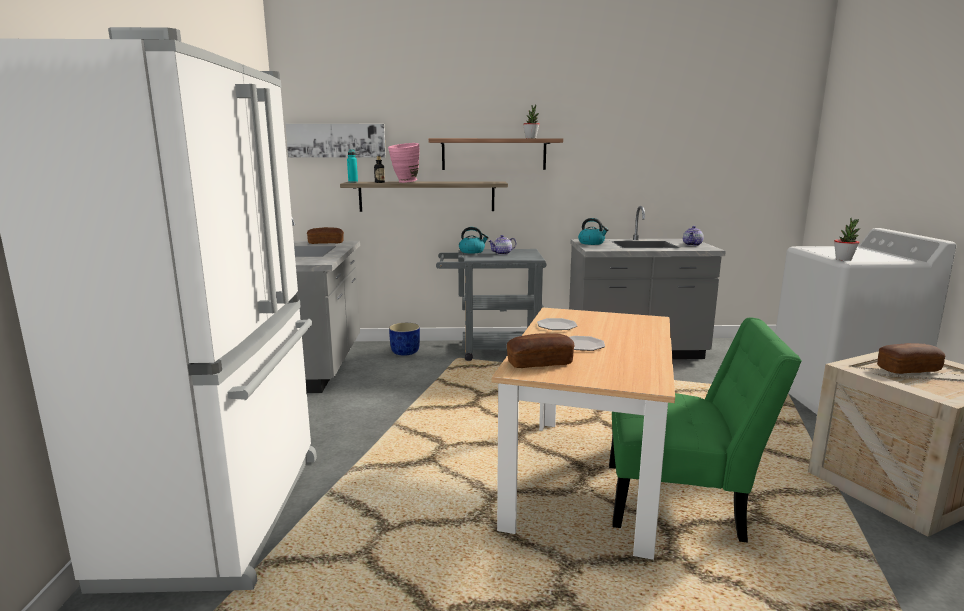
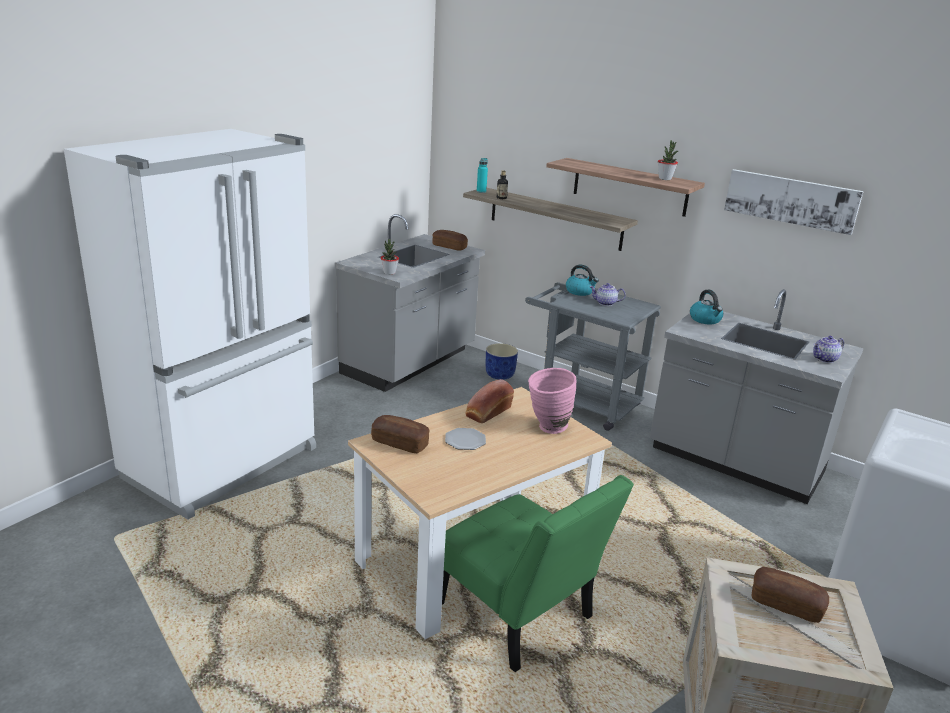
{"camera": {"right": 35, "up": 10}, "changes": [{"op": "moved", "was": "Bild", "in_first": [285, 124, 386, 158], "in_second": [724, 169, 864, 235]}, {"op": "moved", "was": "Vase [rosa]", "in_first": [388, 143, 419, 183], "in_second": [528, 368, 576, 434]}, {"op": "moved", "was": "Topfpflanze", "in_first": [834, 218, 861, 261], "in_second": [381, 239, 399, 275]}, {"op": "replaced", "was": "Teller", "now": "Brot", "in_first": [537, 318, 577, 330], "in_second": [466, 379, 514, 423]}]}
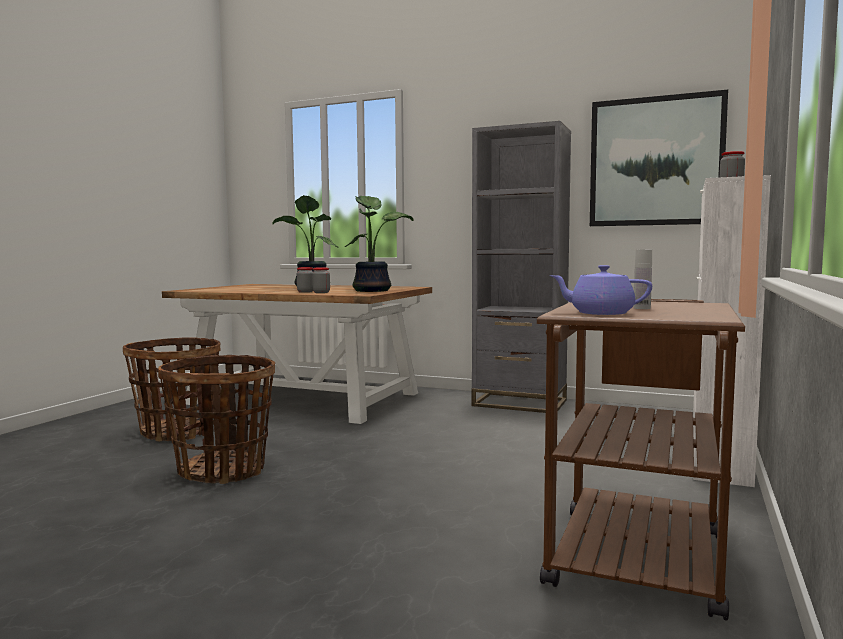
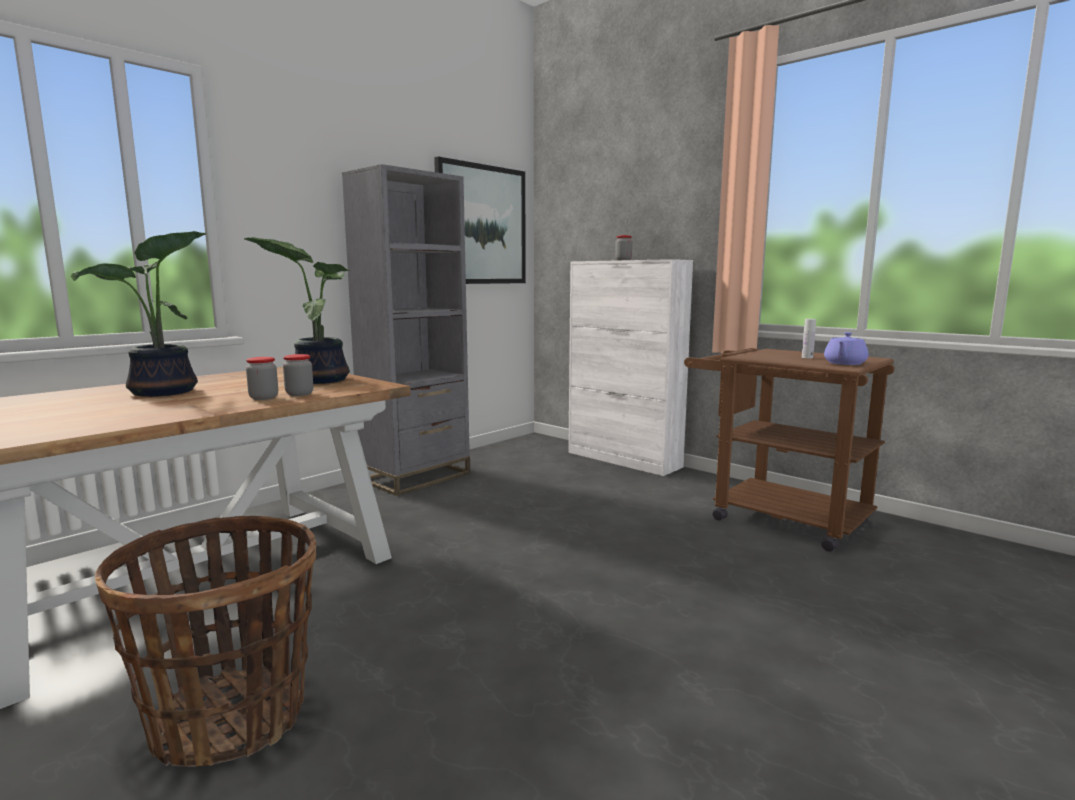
{"camera": {"right": -70, "up": 5}, "changes": [{"op": "removed", "was": "Korb", "in_first": [158, 355, 275, 484]}]}
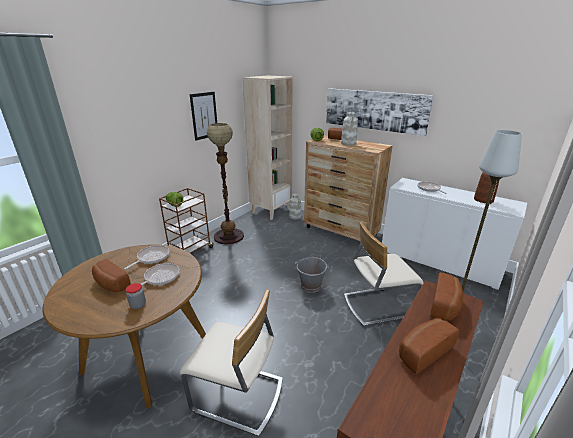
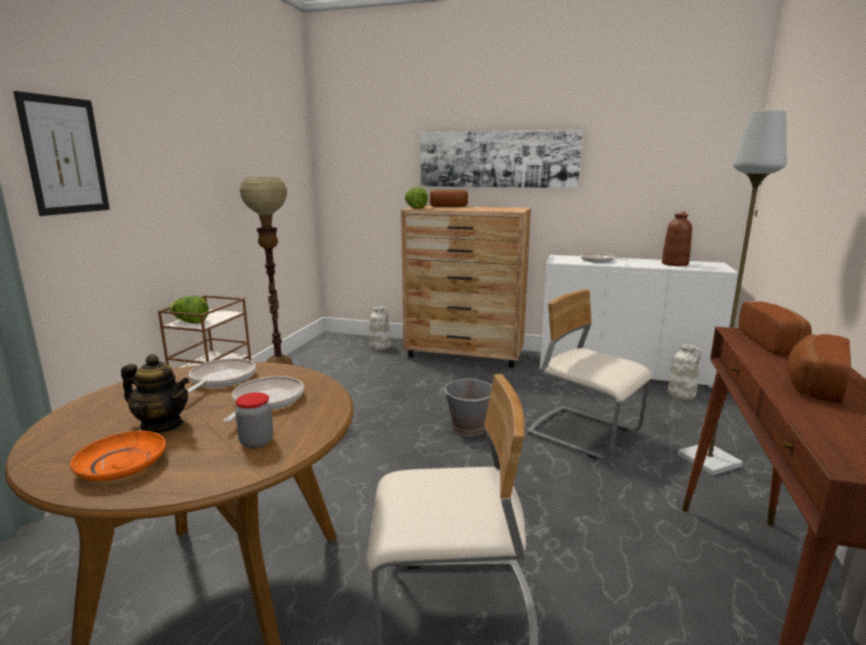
{"camera": {"right": -20, "up": -10}, "changes": [{"op": "removed", "was": "Bücherregal [beige]", "in_first": [243, 75, 293, 220]}, {"op": "added", "now": "Teller [orange]", "in_second": [70, 431, 166, 481]}, {"op": "moved", "was": "Bild", "in_first": [190, 92, 217, 141], "in_second": [13, 91, 110, 216]}, {"op": "moved", "was": "Vase [weiß]", "in_first": [341, 112, 358, 146], "in_second": [667, 344, 701, 400]}, {"op": "replaced", "was": "Brot", "now": "Teekanne", "in_first": [92, 259, 131, 293], "in_second": [121, 354, 190, 433]}, {"op": "turned", "was": "Stuhl [beige]", "in_first": [344, 222, 424, 327], "in_second": [527, 289, 652, 460], "clockwise": 75}]}
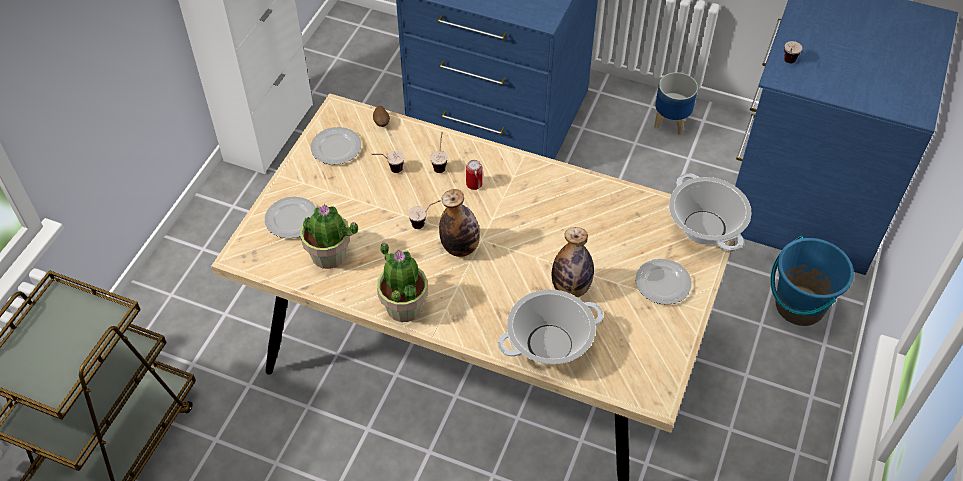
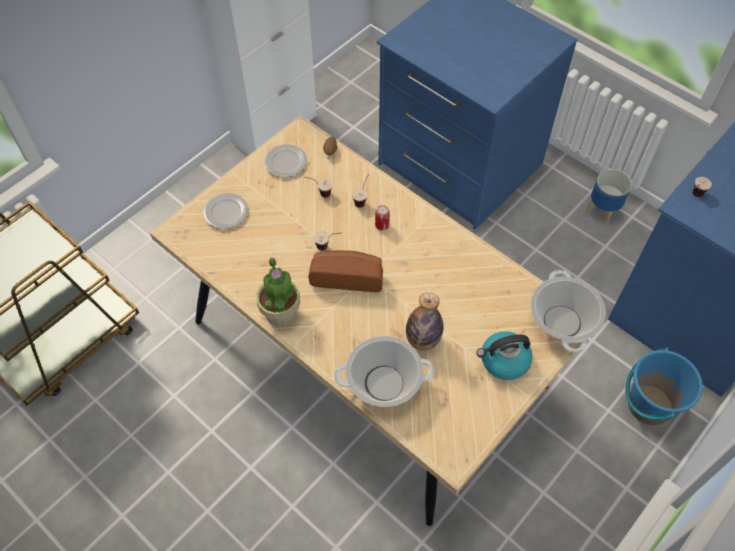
{"camera": {"right": 20, "up": 5}, "changes": [{"op": "removed", "was": "Topfpflanze", "in_first": [300, 204, 358, 269]}, {"op": "replaced", "was": "Flasche", "now": "Brot", "in_first": [439, 189, 480, 257], "in_second": [308, 250, 383, 292]}, {"op": "replaced", "was": "Teller", "now": "Wasserkessel", "in_first": [636, 259, 692, 305], "in_second": [477, 331, 533, 380]}]}
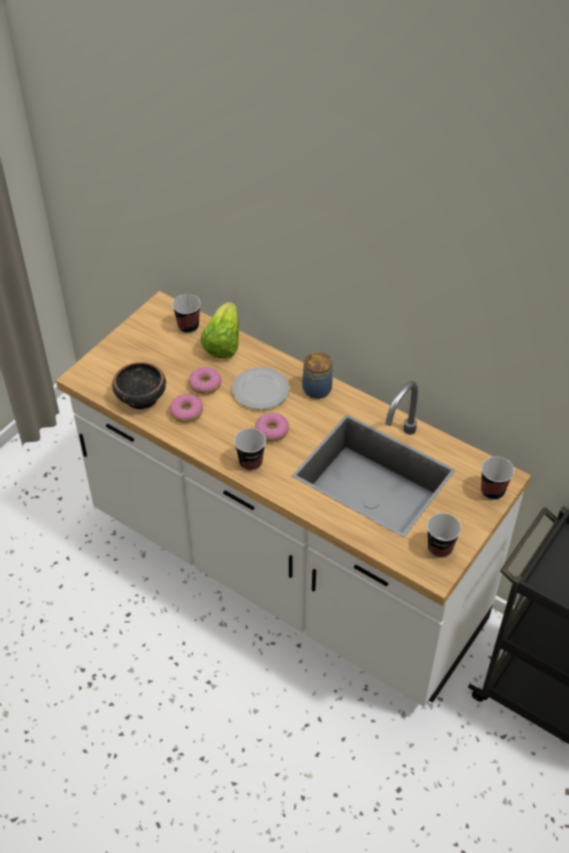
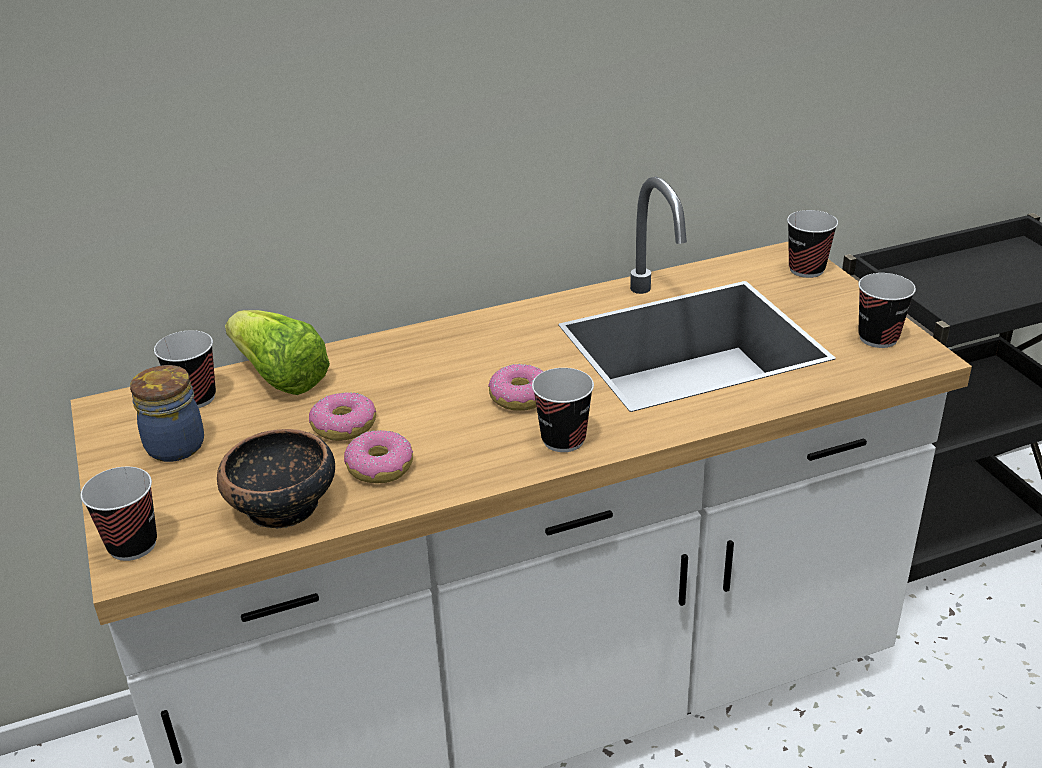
{"camera": {"right": -55, "up": -15}, "changes": [{"op": "removed", "was": "Teller", "in_first": [232, 367, 290, 410]}, {"op": "added", "now": "Tasse", "in_second": [81, 467, 157, 561]}, {"op": "moved", "was": "Vorratsglas", "in_first": [302, 352, 333, 399], "in_second": [130, 365, 204, 462]}]}
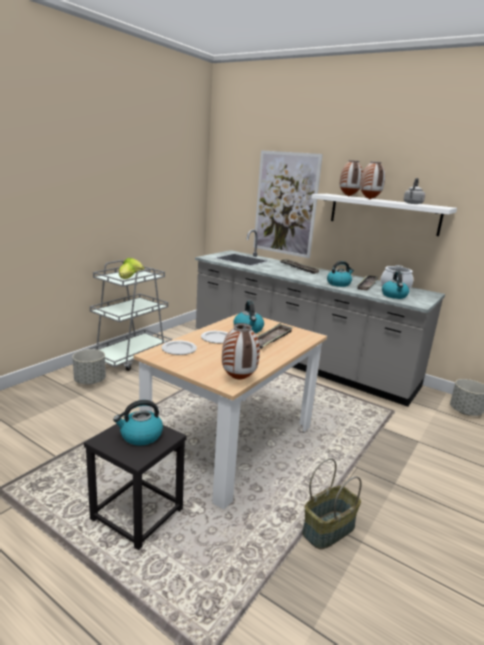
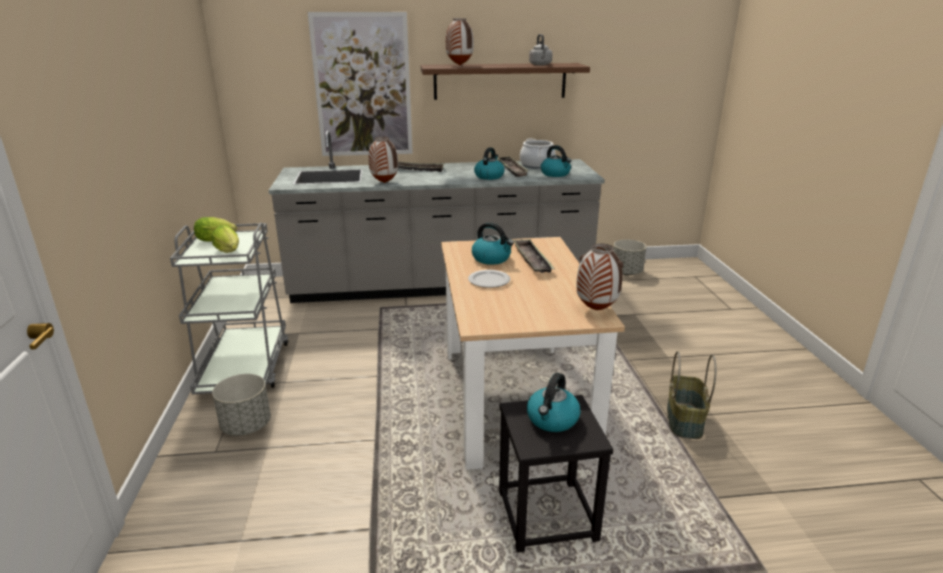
{"camera": {"right": -40, "up": 5}, "changes": [{"op": "removed", "was": "Teller", "in_first": [161, 340, 197, 355]}, {"op": "moved", "was": "Vase", "in_first": [360, 161, 385, 200], "in_second": [368, 137, 398, 183]}, {"op": "recoloured", "was": "Wandregal [weiß]", "now": "Wandregal [braun]", "in_first": [312, 194, 457, 236], "in_second": [421, 63, 590, 100]}]}
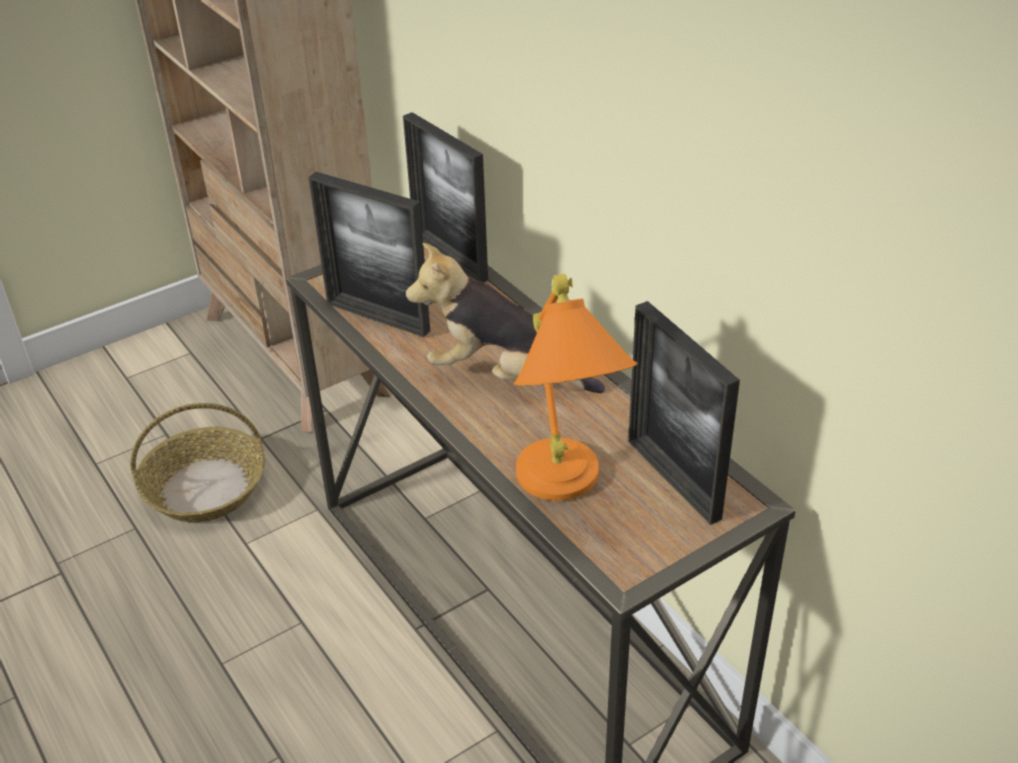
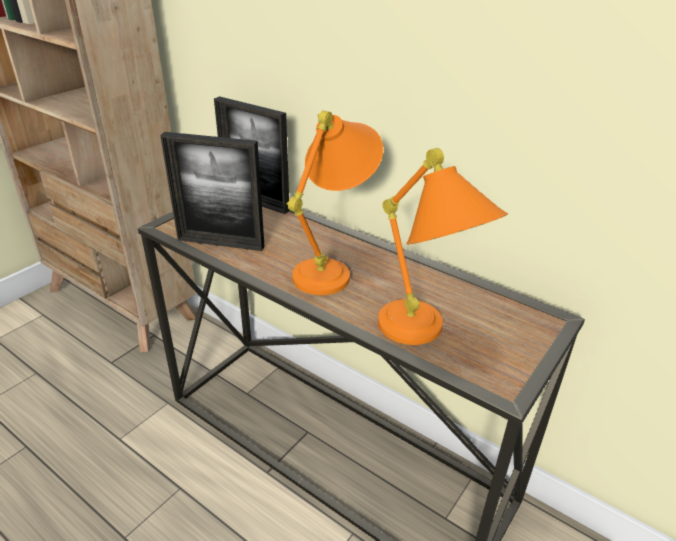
{"camera": {"right": -20, "up": -5}, "changes": [{"op": "removed", "was": "Korb", "in_first": [130, 403, 265, 522]}, {"op": "removed", "was": "Bilderrahmen", "in_first": [628, 301, 740, 525]}, {"op": "replaced", "was": "Plüschtier", "now": "Tischlampe [orange]", "in_first": [406, 243, 605, 393], "in_second": [287, 110, 383, 295]}]}
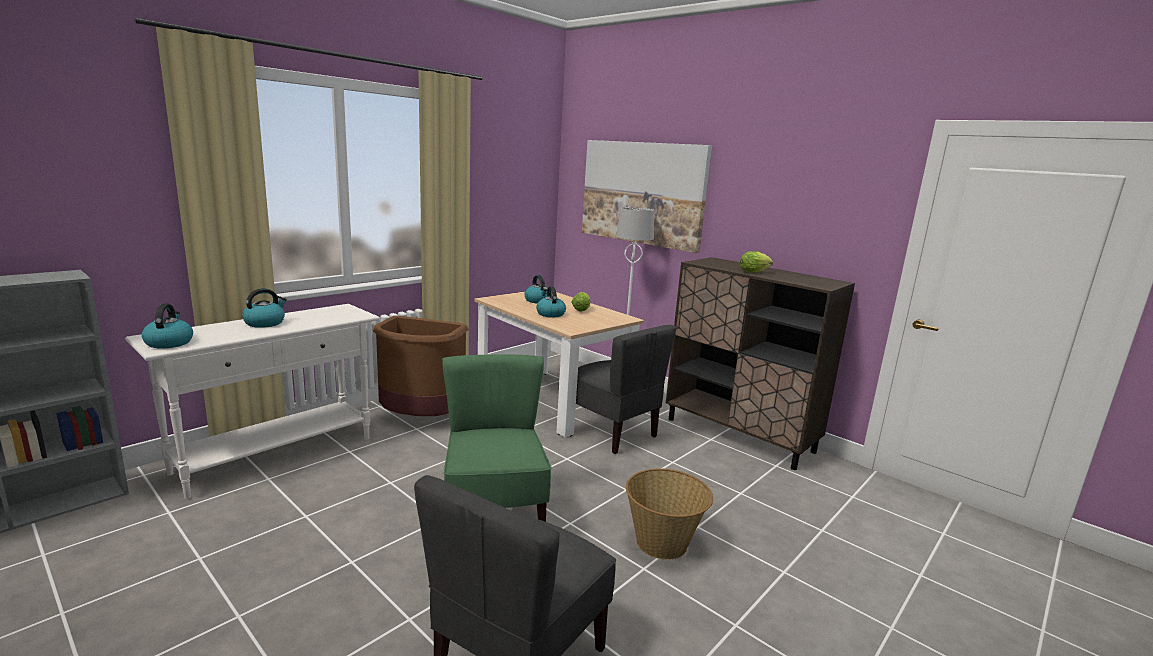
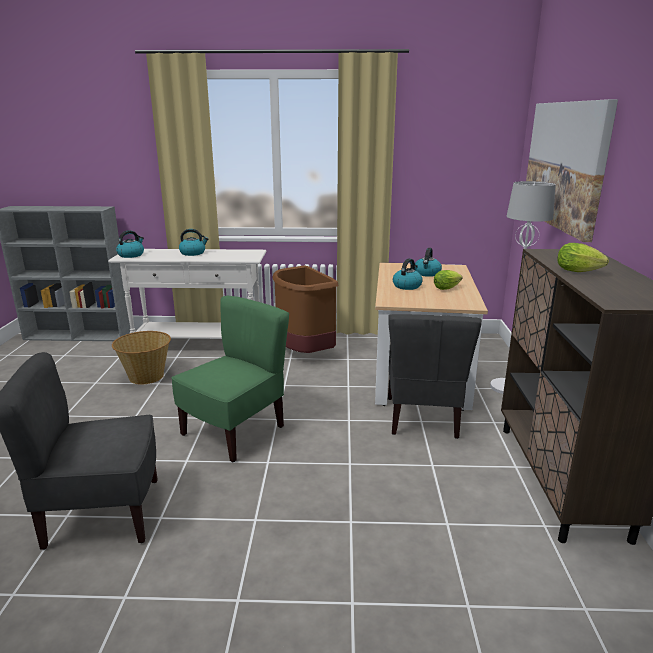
{"camera": {"right": 50, "up": 5}, "changes": [{"op": "moved", "was": "Korb", "in_first": [626, 468, 713, 560], "in_second": [112, 331, 171, 385]}]}
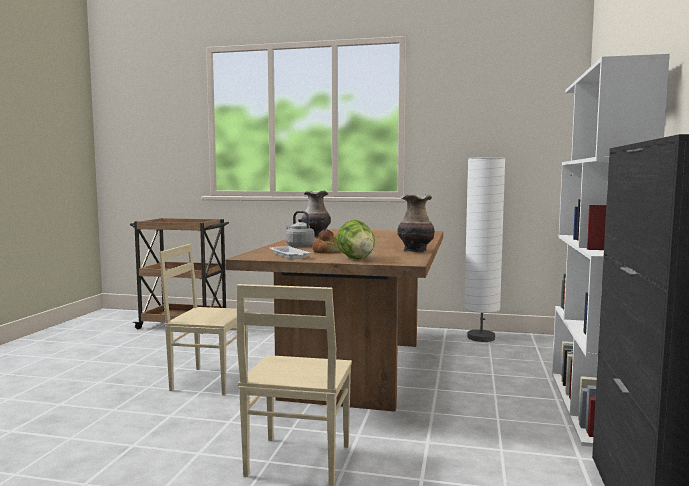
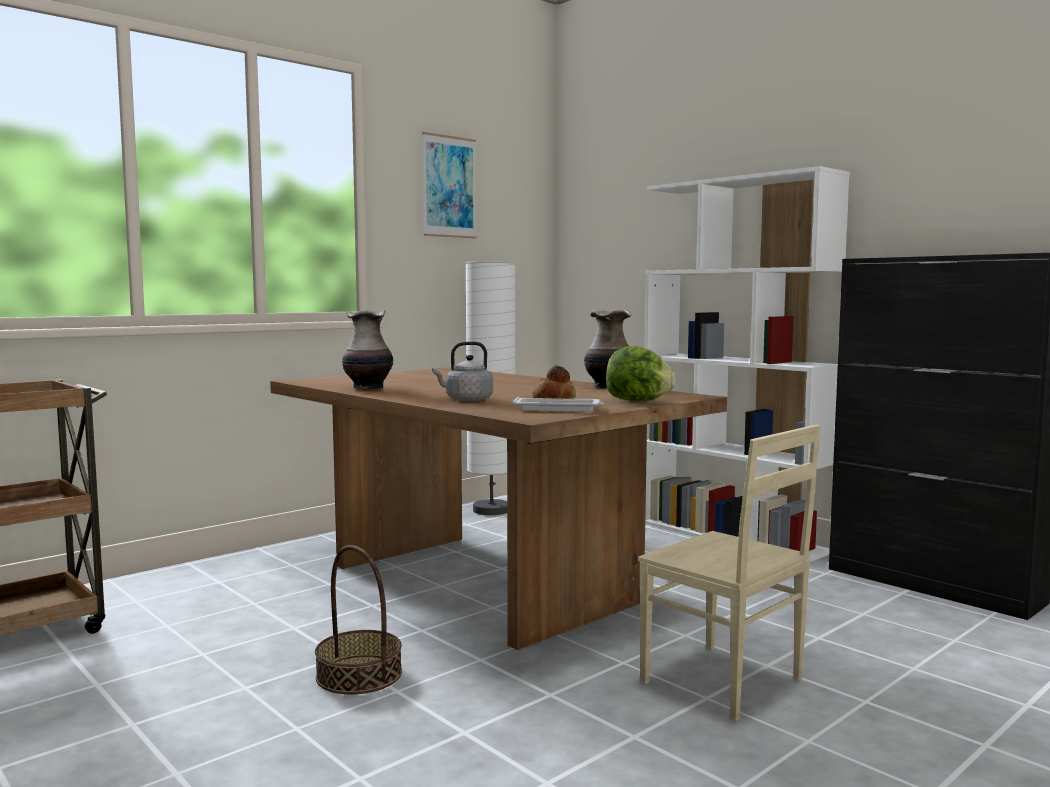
{"camera": {"right": -55, "up": 0}, "changes": [{"op": "added", "now": "Bild", "in_second": [422, 132, 477, 239]}, {"op": "replaced", "was": "Stuhl [beige]", "now": "Korb", "in_first": [160, 244, 249, 395], "in_second": [315, 545, 402, 694]}]}
